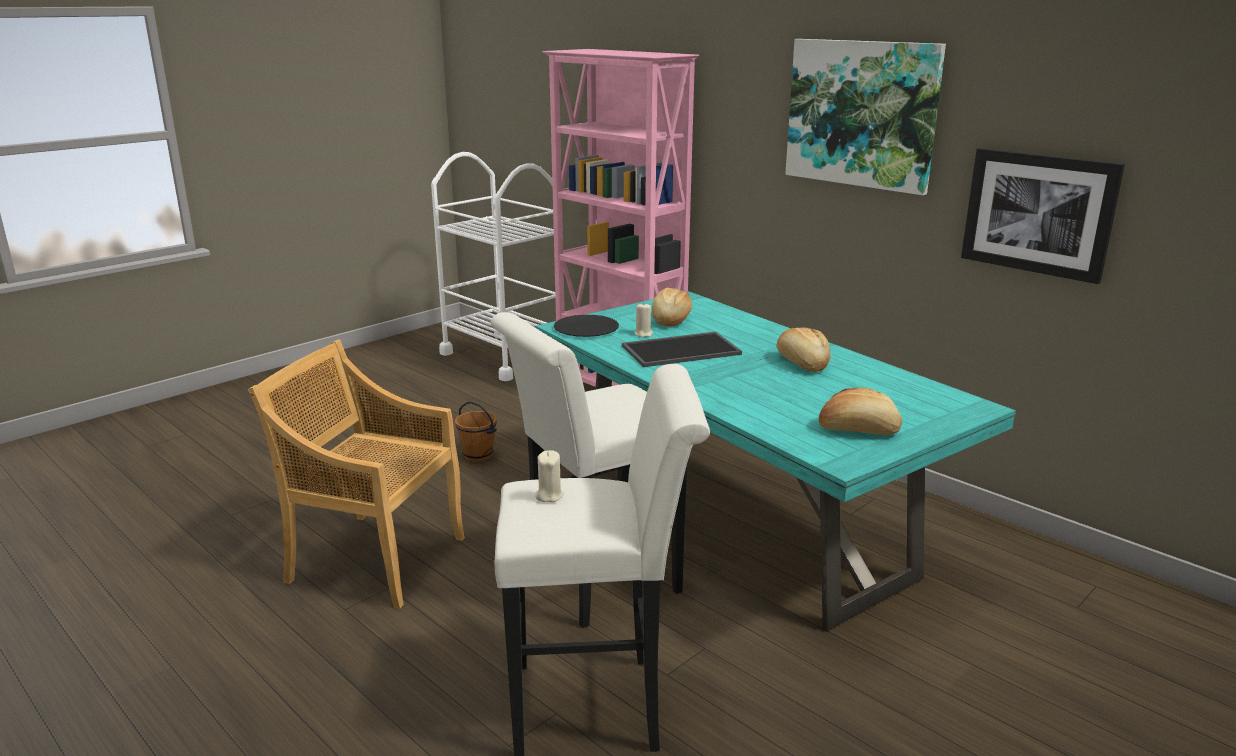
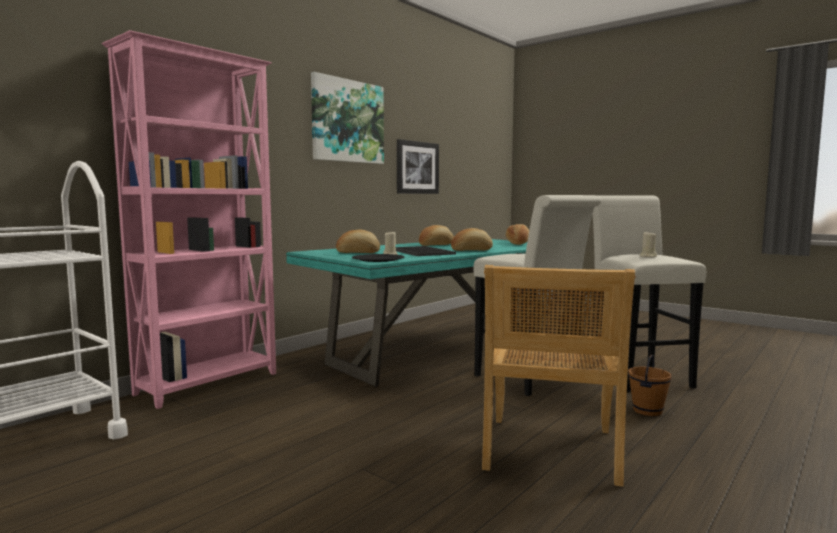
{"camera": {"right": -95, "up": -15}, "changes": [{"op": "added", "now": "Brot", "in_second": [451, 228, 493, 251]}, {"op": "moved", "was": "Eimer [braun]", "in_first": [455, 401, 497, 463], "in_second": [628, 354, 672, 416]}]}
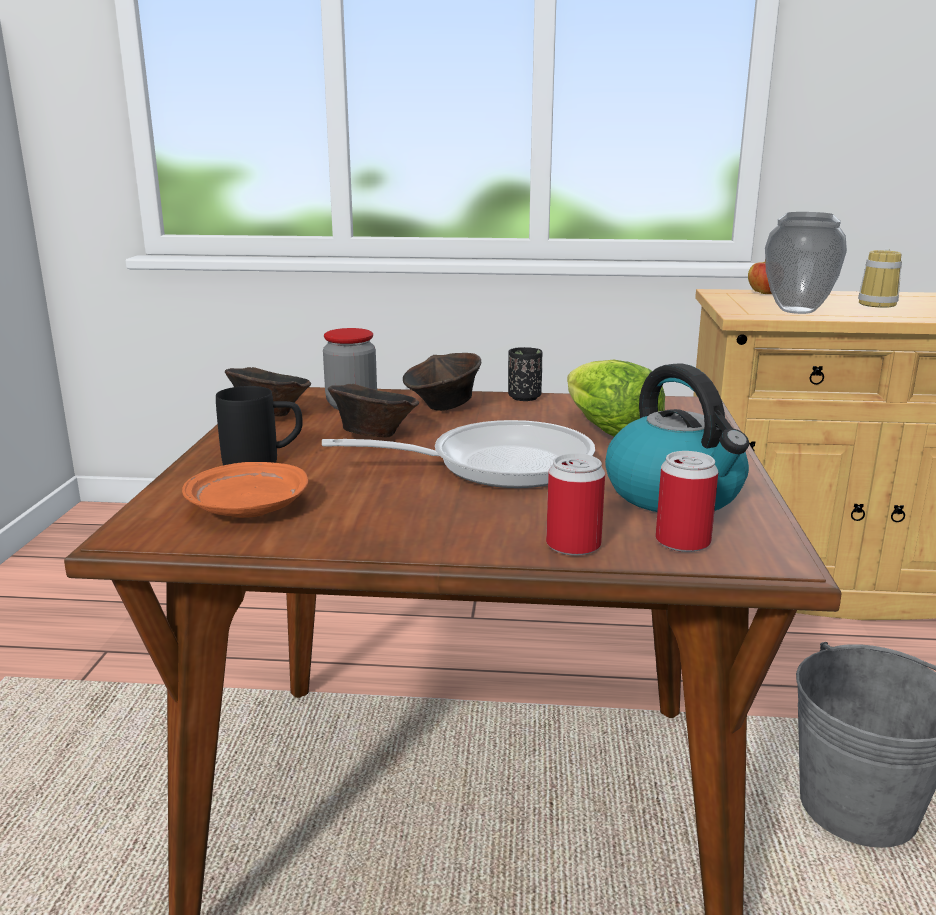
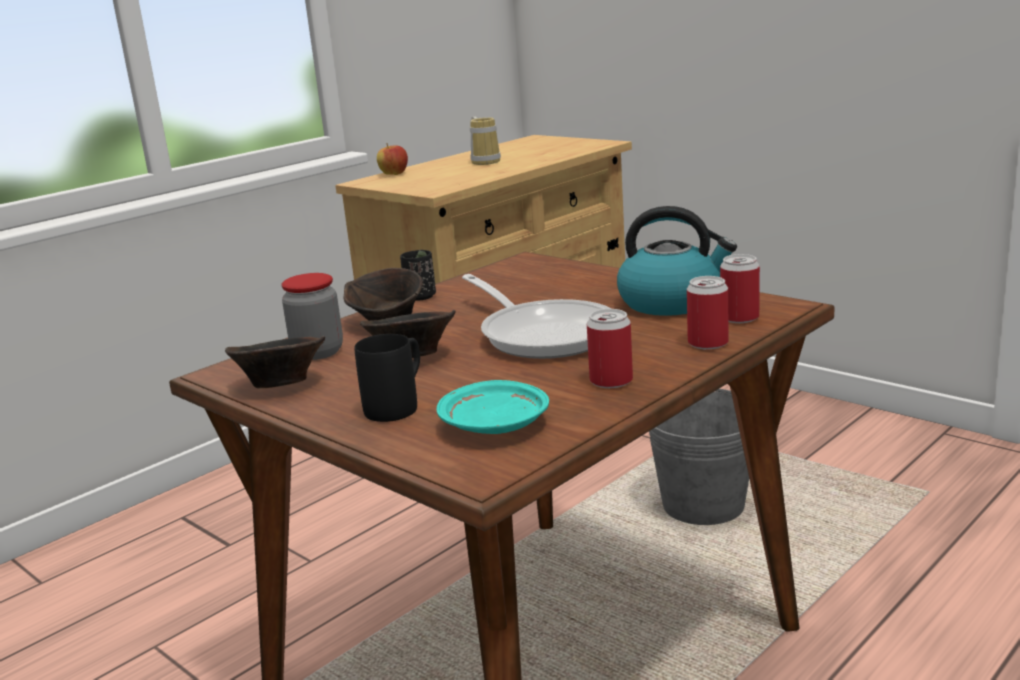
{"camera": {"right": -50, "up": 0}, "changes": [{"op": "removed", "was": "Salatkopf", "in_first": [567, 360, 665, 437]}, {"op": "removed", "was": "Vase", "in_first": [765, 212, 847, 314]}, {"op": "added", "now": "Dose", "in_second": [587, 309, 633, 388]}, {"op": "recoloured", "was": "Teller [orange]", "now": "Teller [türkis]", "in_first": [182, 462, 308, 518], "in_second": [437, 380, 549, 434]}, {"op": "turned", "was": "Pfanne", "in_first": [322, 420, 595, 488], "in_second": [462, 274, 612, 359], "clockwise": 120}]}
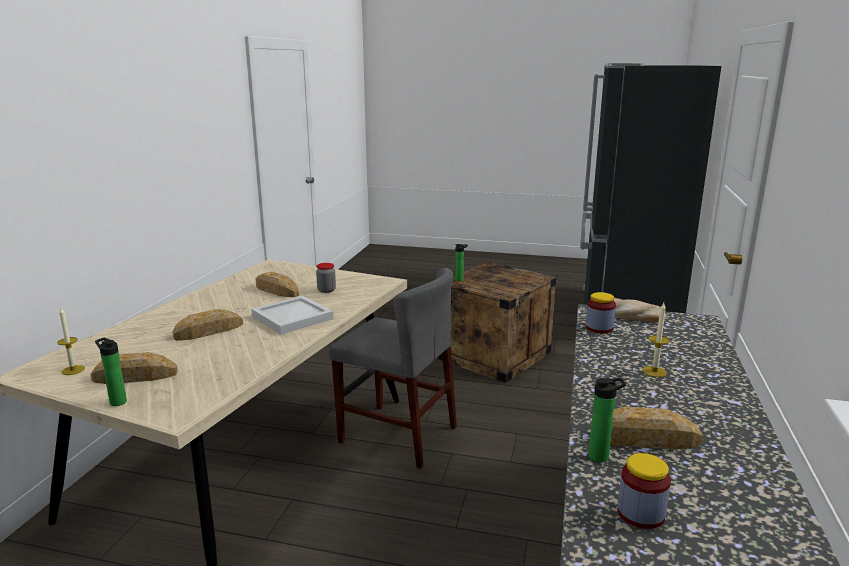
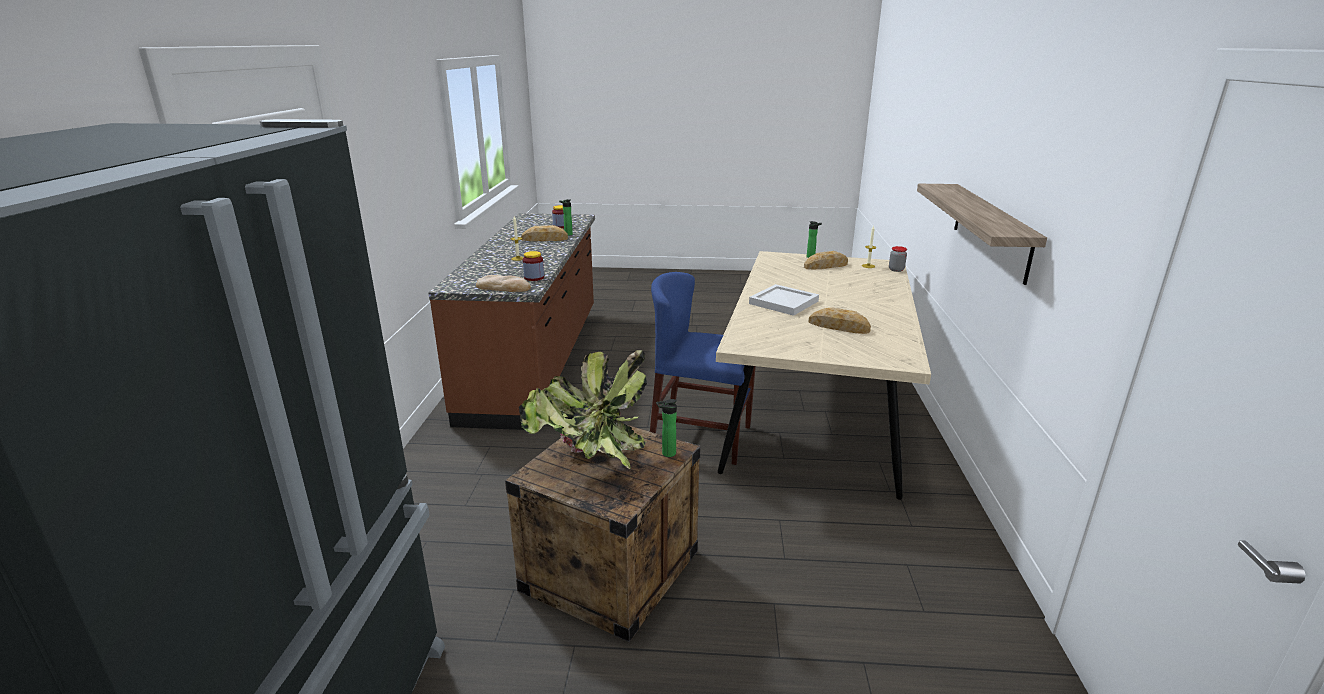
{"camera": {"right": 170, "up": 5}, "changes": [{"op": "removed", "was": "Brot", "in_first": [172, 309, 243, 341]}, {"op": "added", "now": "Topfpflanze", "in_second": [519, 350, 647, 469]}, {"op": "added", "now": "Wandregal", "in_second": [917, 184, 1047, 285]}, {"op": "moved", "was": "Vorratsglas", "in_first": [316, 263, 336, 293], "in_second": [889, 246, 907, 272]}, {"op": "recoloured", "was": "Stuhl [grau]", "now": "Stuhl [blau]", "in_first": [329, 268, 457, 469], "in_second": [650, 272, 756, 465]}]}
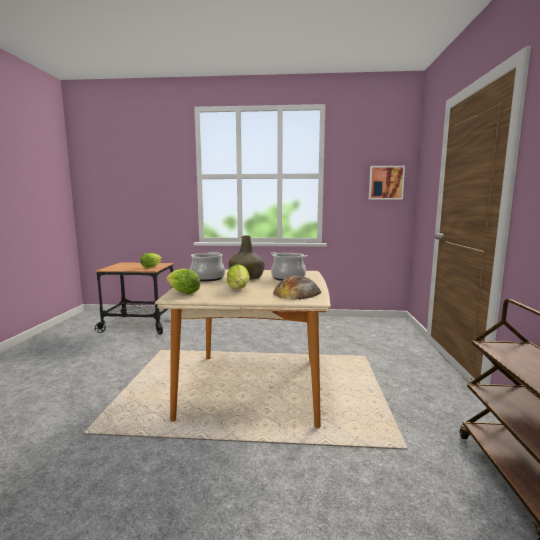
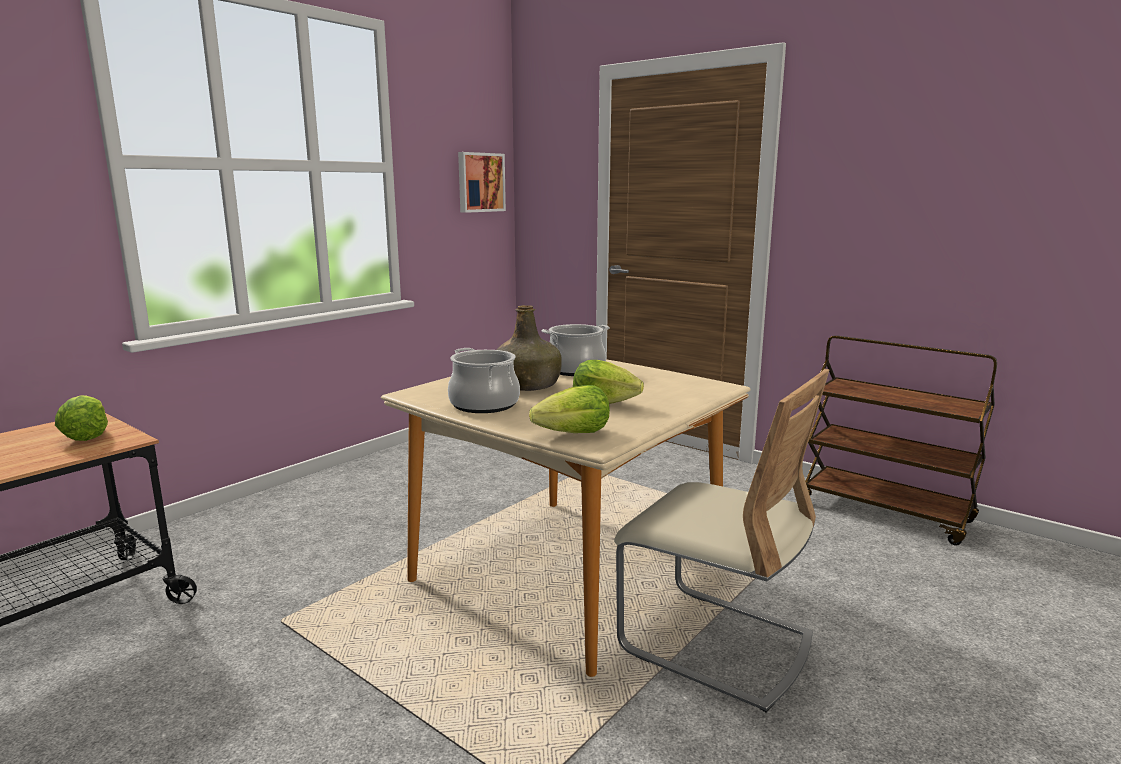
{"camera": {"right": -55, "up": 5}, "changes": [{"op": "removed", "was": "Brot", "in_first": [273, 275, 322, 300]}, {"op": "added", "now": "Stuhl [beige]", "in_second": [614, 369, 829, 712]}]}
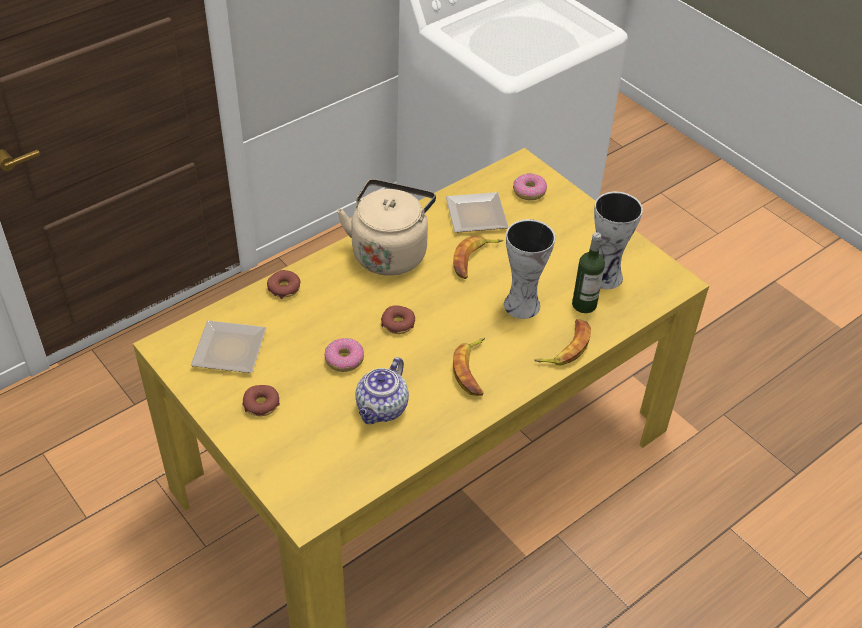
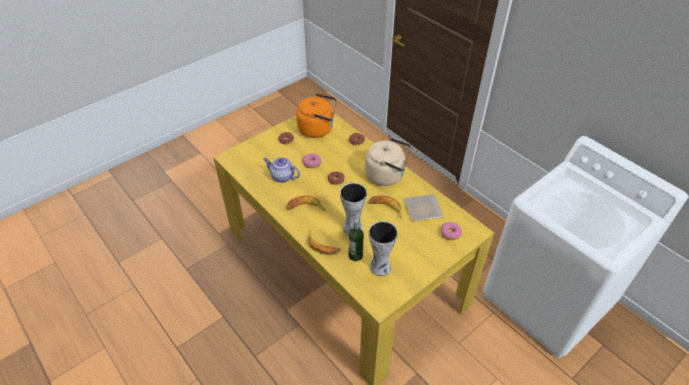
{"camera": {"right": 90, "up": 0}, "changes": [{"op": "replaced", "was": "Teller", "now": "Wasserkessel [orange]", "in_first": [191, 321, 266, 373], "in_second": [296, 93, 336, 138]}]}
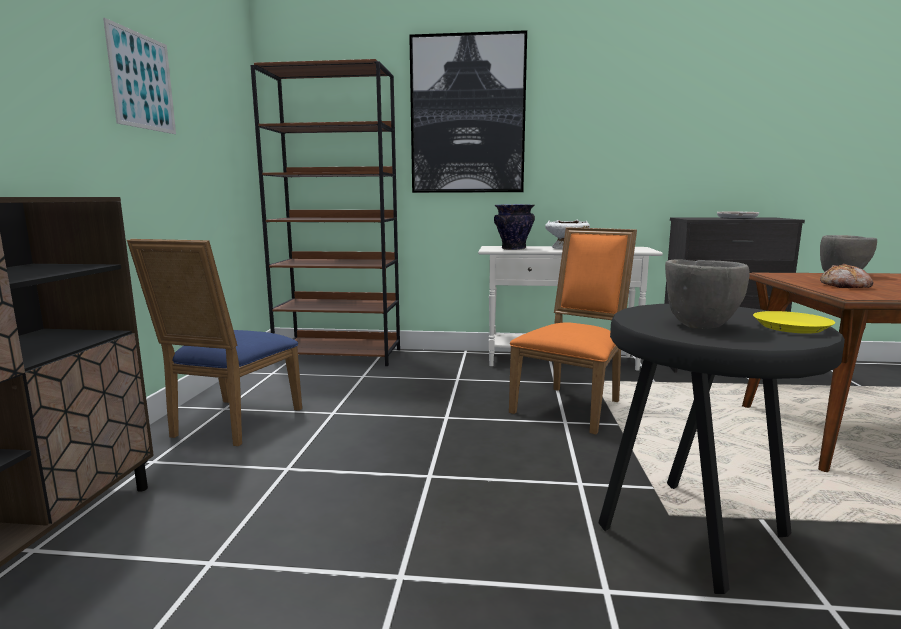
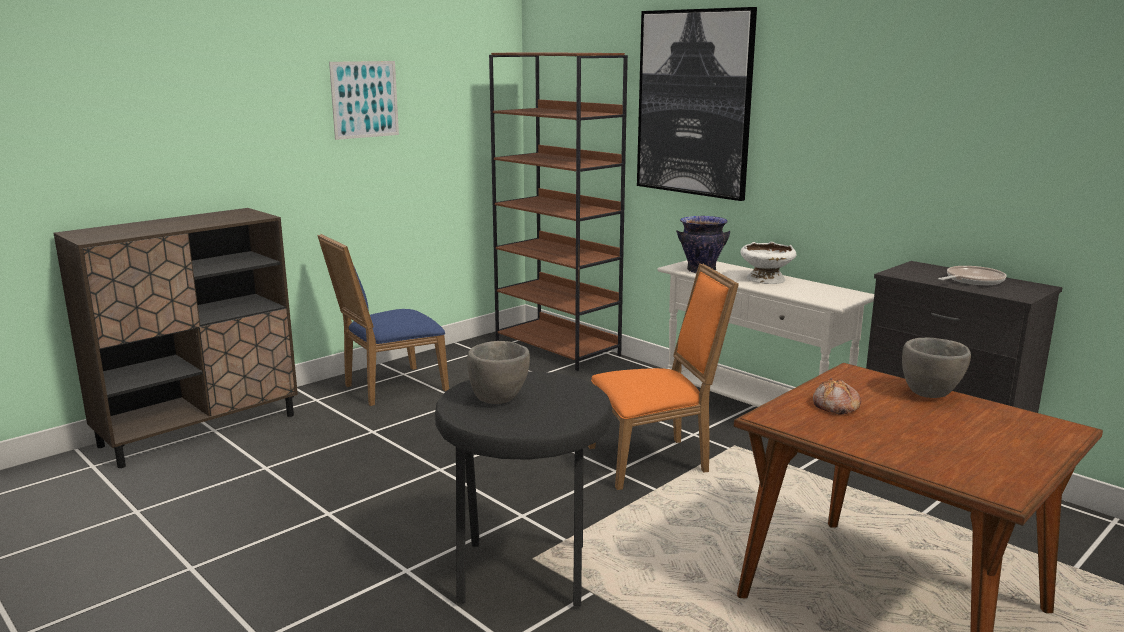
{"camera": {"right": 40, "up": 5}, "changes": [{"op": "removed", "was": "Teller [gelb]", "in_first": [753, 311, 835, 334]}]}
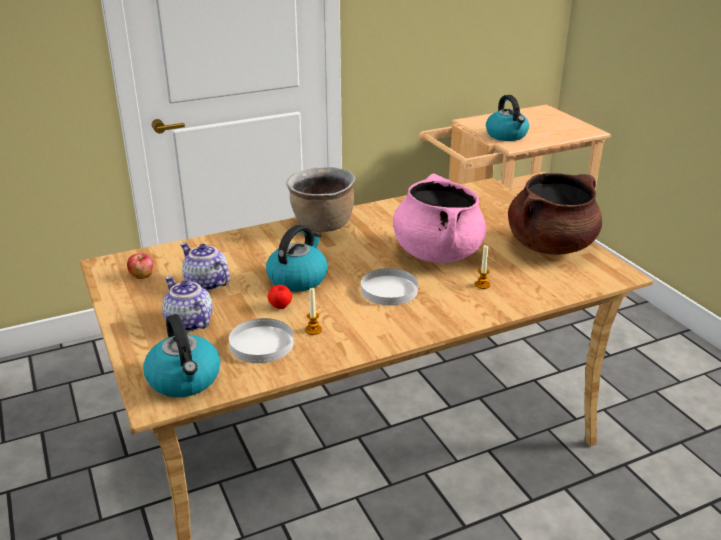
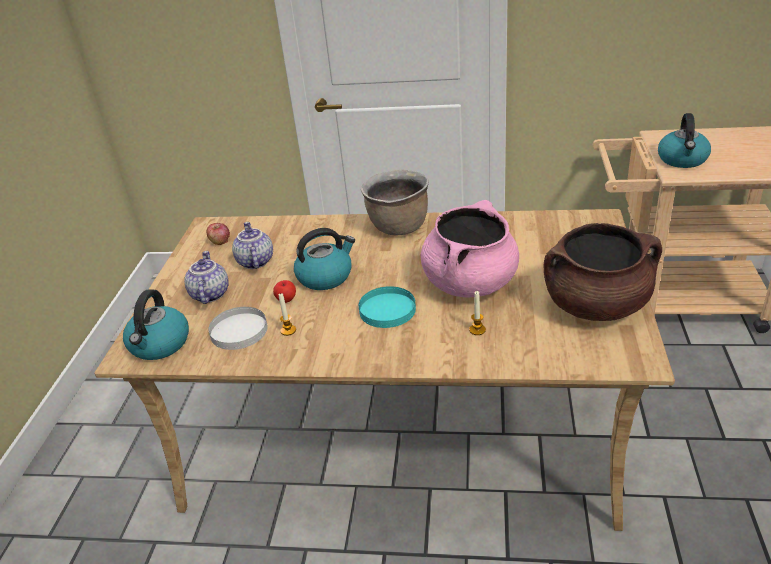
{"camera": {"right": 35, "up": 5}, "changes": [{"op": "recoloured", "was": "Teller [weiß]", "now": "Teller [türkis]", "in_first": [361, 268, 418, 305], "in_second": [359, 286, 416, 328]}]}
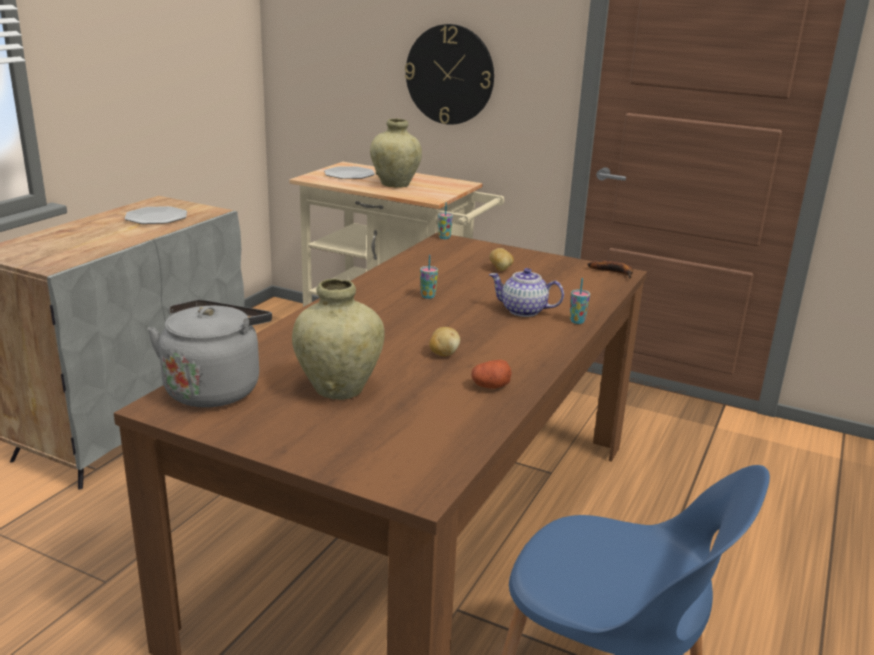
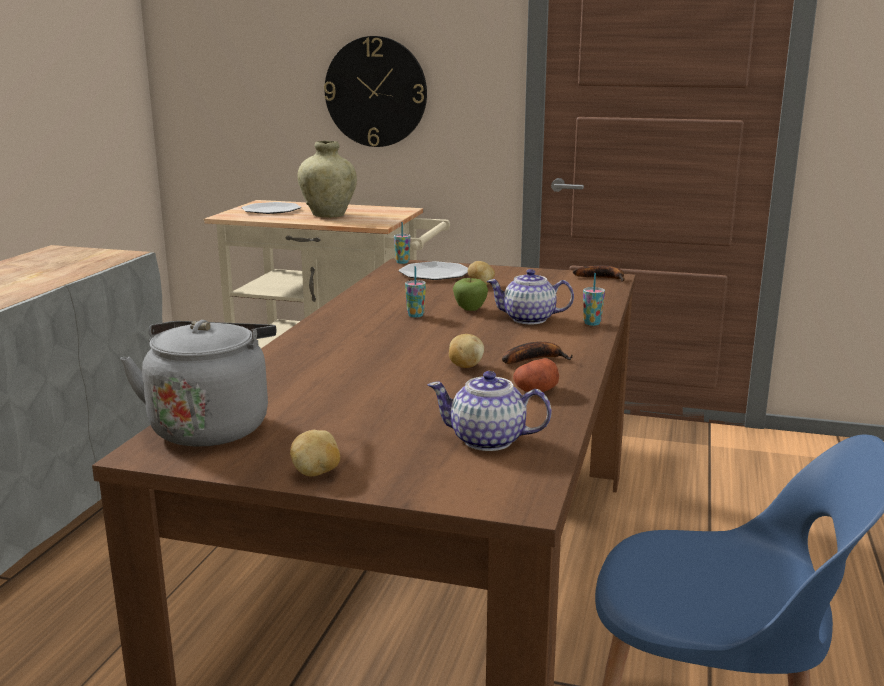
{"camera": {"right": -10, "up": -5}, "changes": [{"op": "removed", "was": "Vase [beige]", "in_first": [292, 279, 385, 400]}, {"op": "added", "now": "Kartoffel", "in_second": [290, 430, 340, 477]}, {"op": "added", "now": "Teekanne", "in_second": [428, 371, 552, 451]}, {"op": "added", "now": "Apfel", "in_second": [453, 278, 488, 311]}, {"op": "added", "now": "Banane", "in_second": [502, 342, 573, 364]}, {"op": "moved", "was": "Teller", "in_first": [125, 206, 187, 224], "in_second": [399, 261, 468, 280]}]}
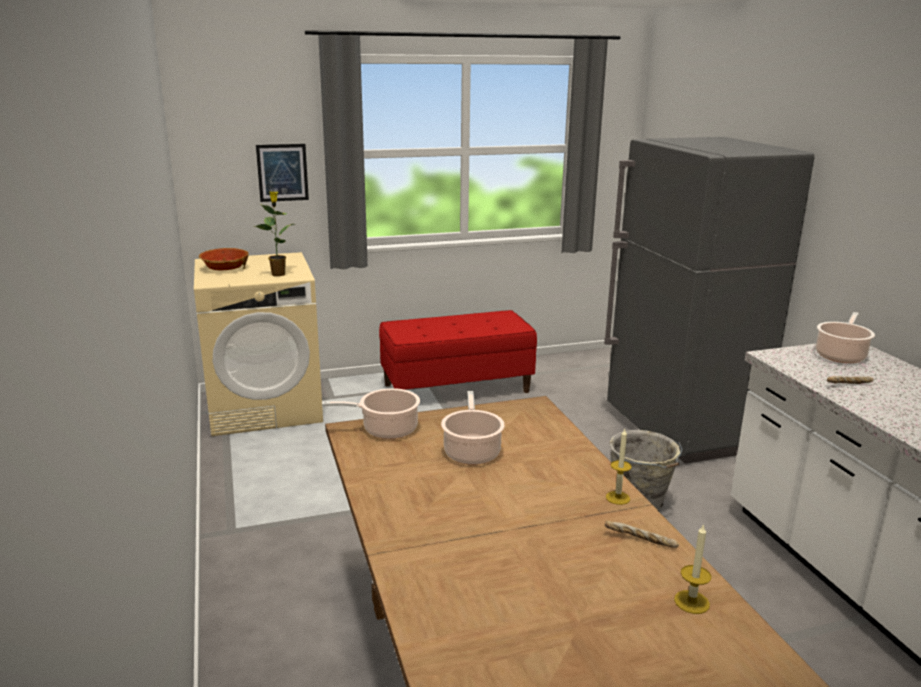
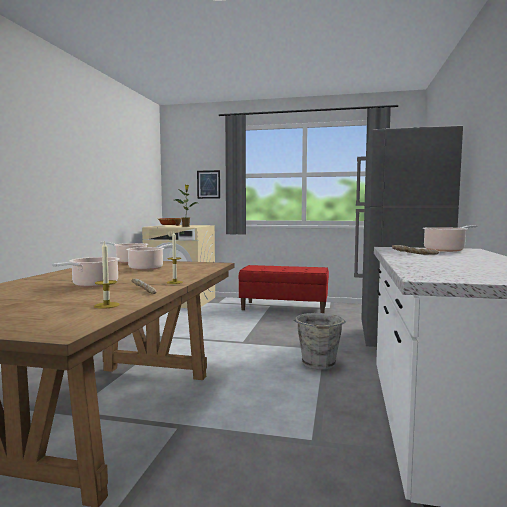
{"camera": {"right": 30, "up": -15}, "changes": [{"op": "added", "now": "Kochtopf", "in_second": [52, 257, 120, 287]}]}
